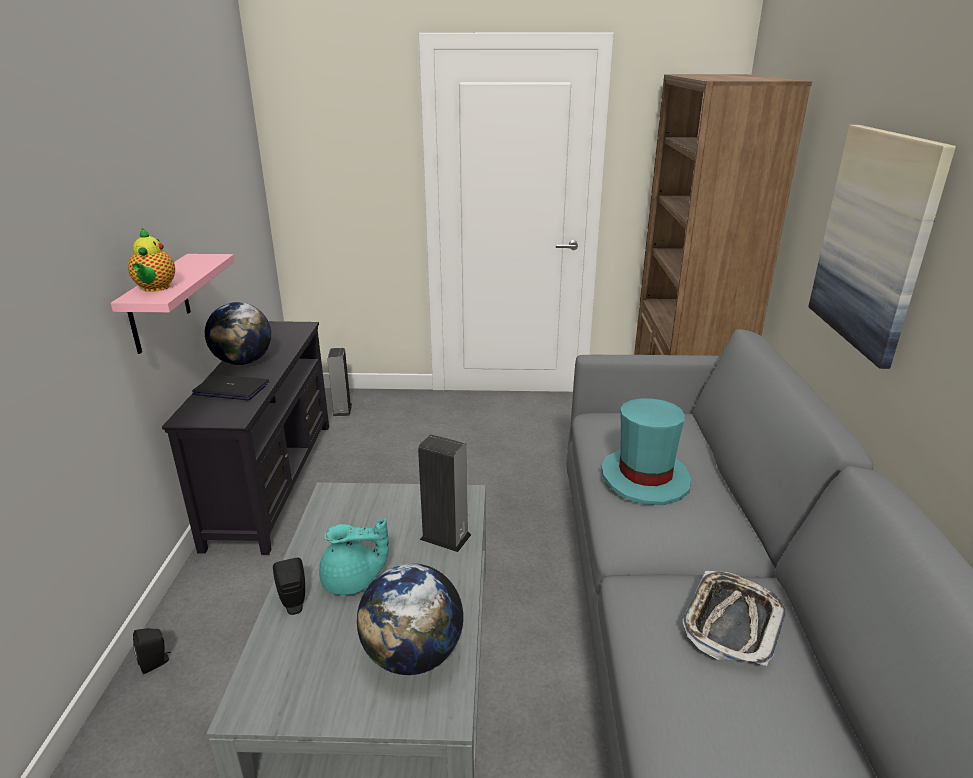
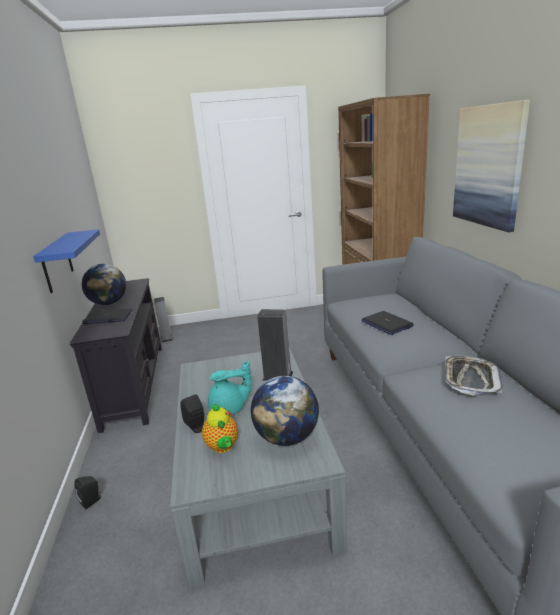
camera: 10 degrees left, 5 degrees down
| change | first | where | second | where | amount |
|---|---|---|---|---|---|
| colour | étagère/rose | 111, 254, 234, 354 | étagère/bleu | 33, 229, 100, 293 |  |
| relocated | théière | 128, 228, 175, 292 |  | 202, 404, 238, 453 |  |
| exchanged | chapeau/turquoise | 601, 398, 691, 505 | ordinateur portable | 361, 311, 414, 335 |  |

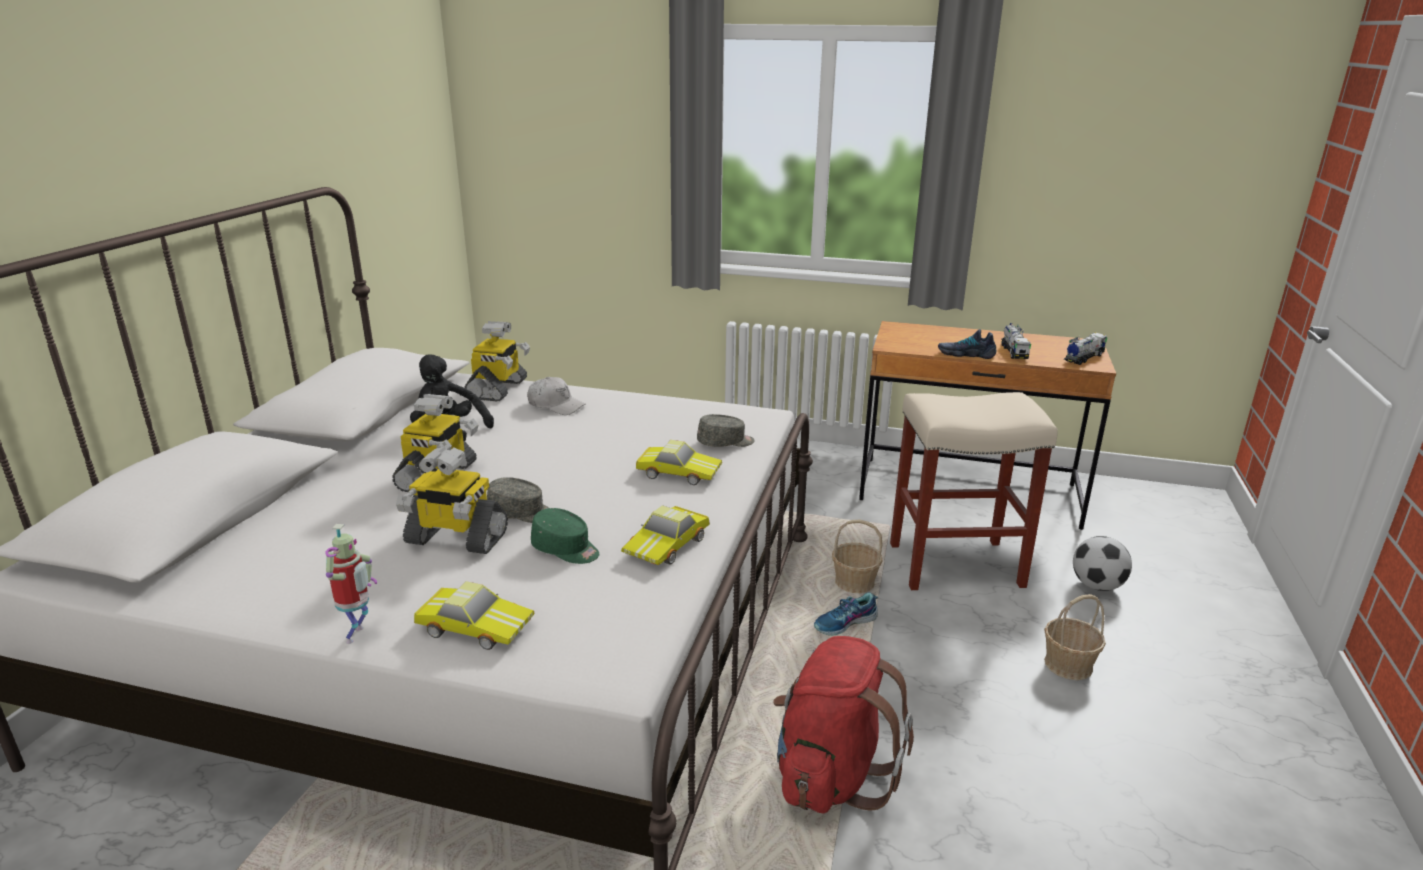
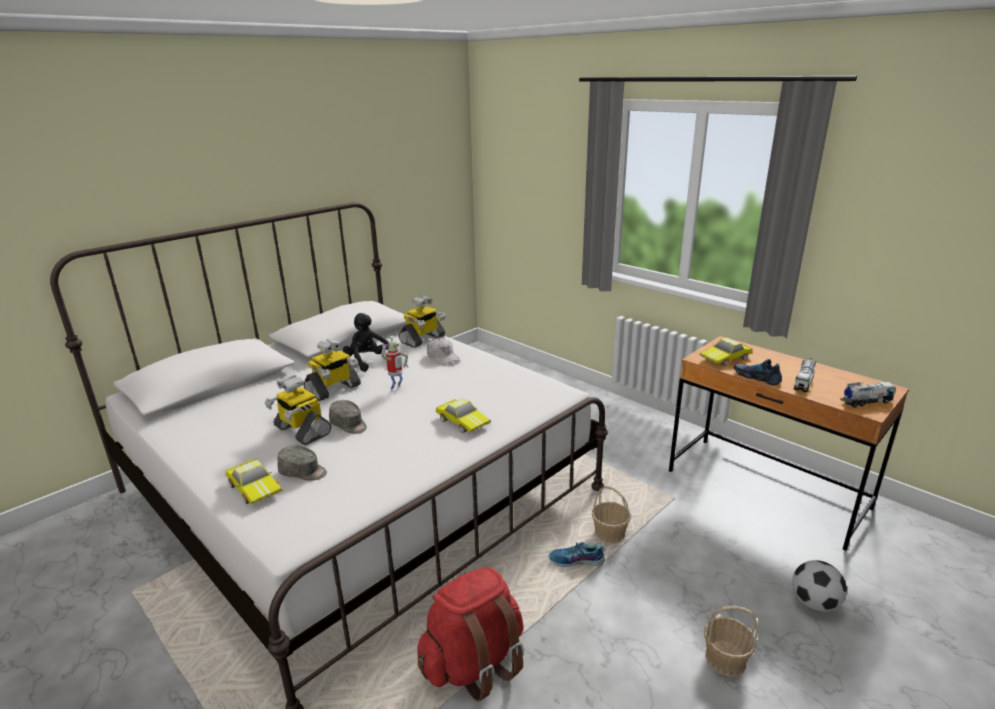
camera: 30 degrees right, 0 degrees up
| change | first | where | second | where | amount |
|---|---|---|---|---|---|
| relocated | robot jouet | 325, 524, 377, 644 |  | 381, 336, 408, 392 |  |
| missing | casquette/vert | 531, 508, 599, 564 |  |  |  |
| relocated | petite voiture | 621, 505, 710, 565 |  | 700, 338, 753, 366 |  |
| relocated | casquette/gris | 697, 414, 755, 447 |  | 278, 446, 327, 481 |  |
| missing | tabouret/beige | 890, 392, 1058, 590 |  |  |  |

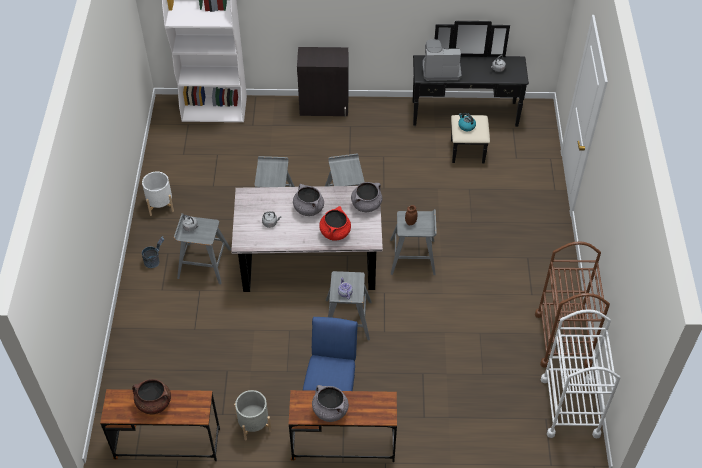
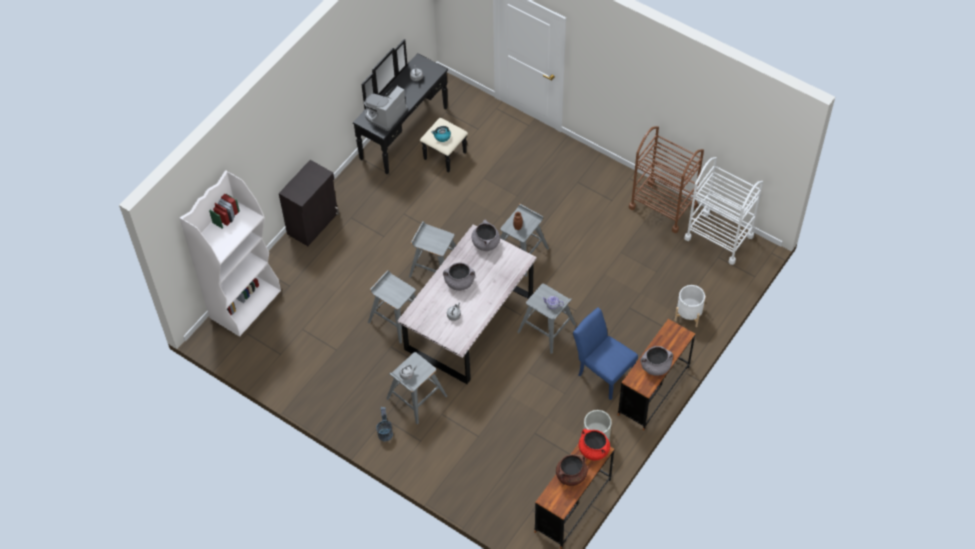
camera: 55 degrees left, 5 degrees up
| change | first | where | second | where | amount |
|---|---|---|---|---|---|
| relocated | cache-pot/blanc | 142, 171, 174, 216 |  | 674, 285, 706, 327 |  |
| relocated | marmite/rouge | 319, 206, 351, 241 |  | 579, 429, 610, 461 |  |

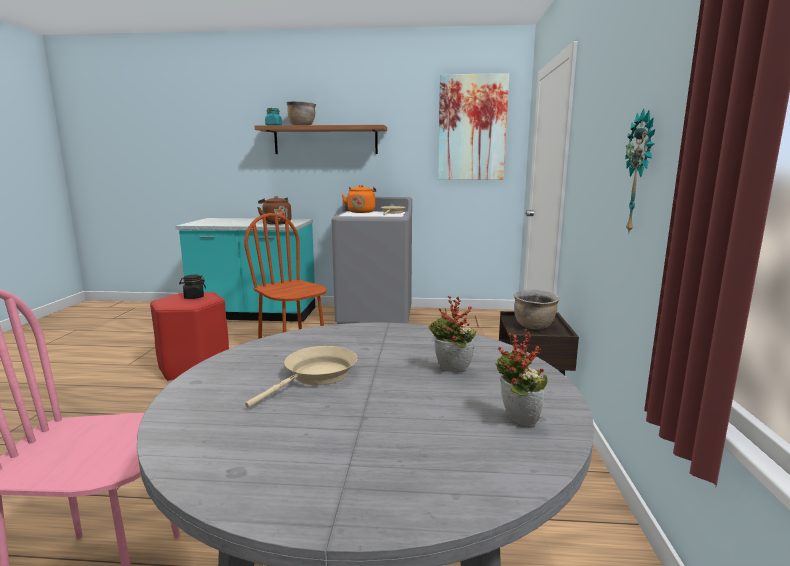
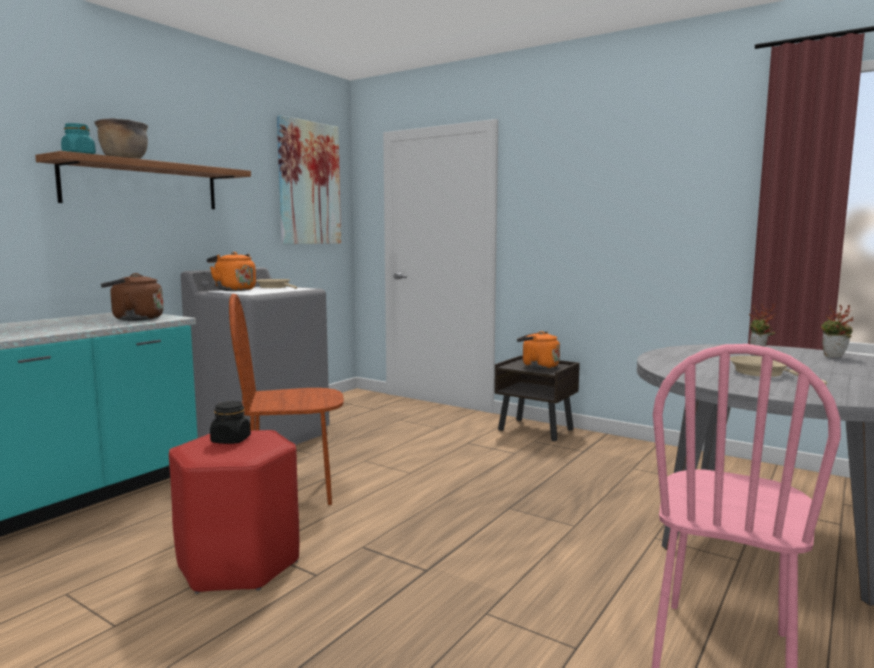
camera: 60 degrees left, 5 degrees down
| change | first | where | second | where | amount |
|---|---|---|---|---|---|
| exchanged | marmite/marron | 514, 289, 559, 329 | bouilloire/orange | 517, 331, 560, 369 |  |
| missing | horloge murale | 625, 108, 655, 235 |  |  |  |

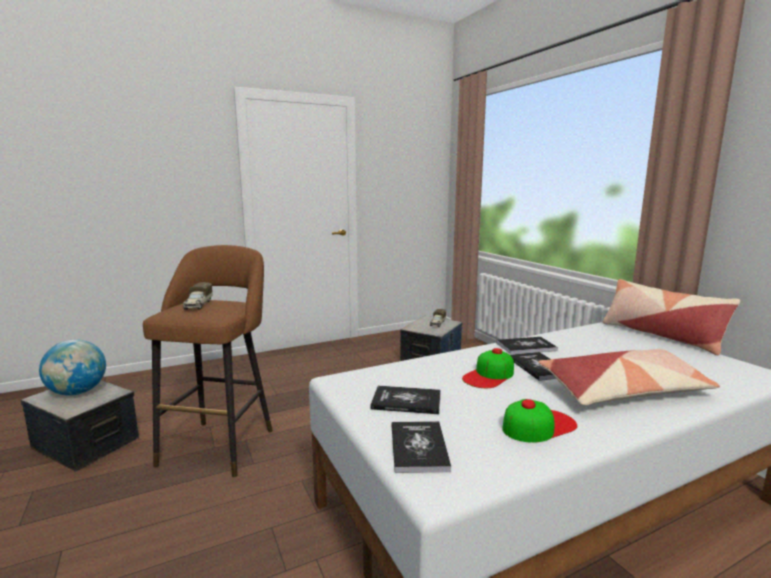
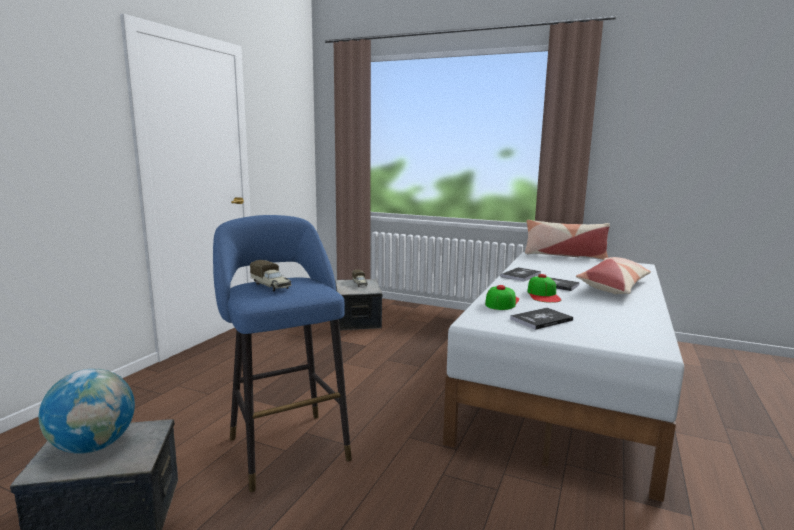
camera: 40 degrees left, 0 degrees up
| change | first | where | second | where | amount |
|---|---|---|---|---|---|
| colour | tabouret/marron | 143, 245, 273, 477 | tabouret/bleu | 213, 215, 352, 492 |  |
| missing | livre | 391, 421, 451, 473 |  |  |  |
| relocated | casquette | 502, 399, 577, 443 |  | 485, 285, 519, 310 |  |

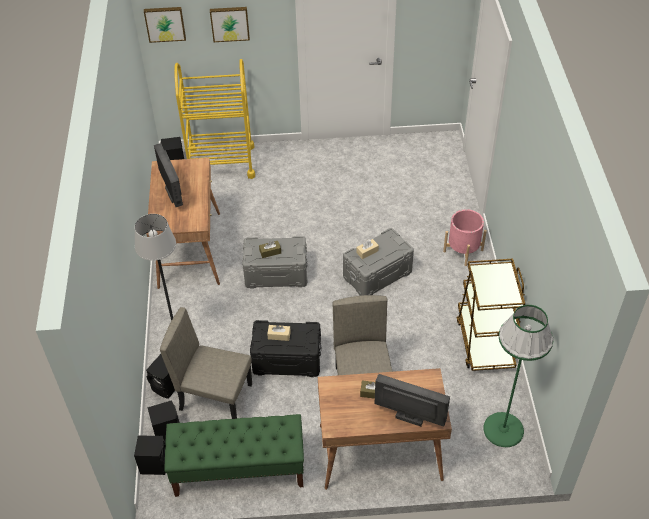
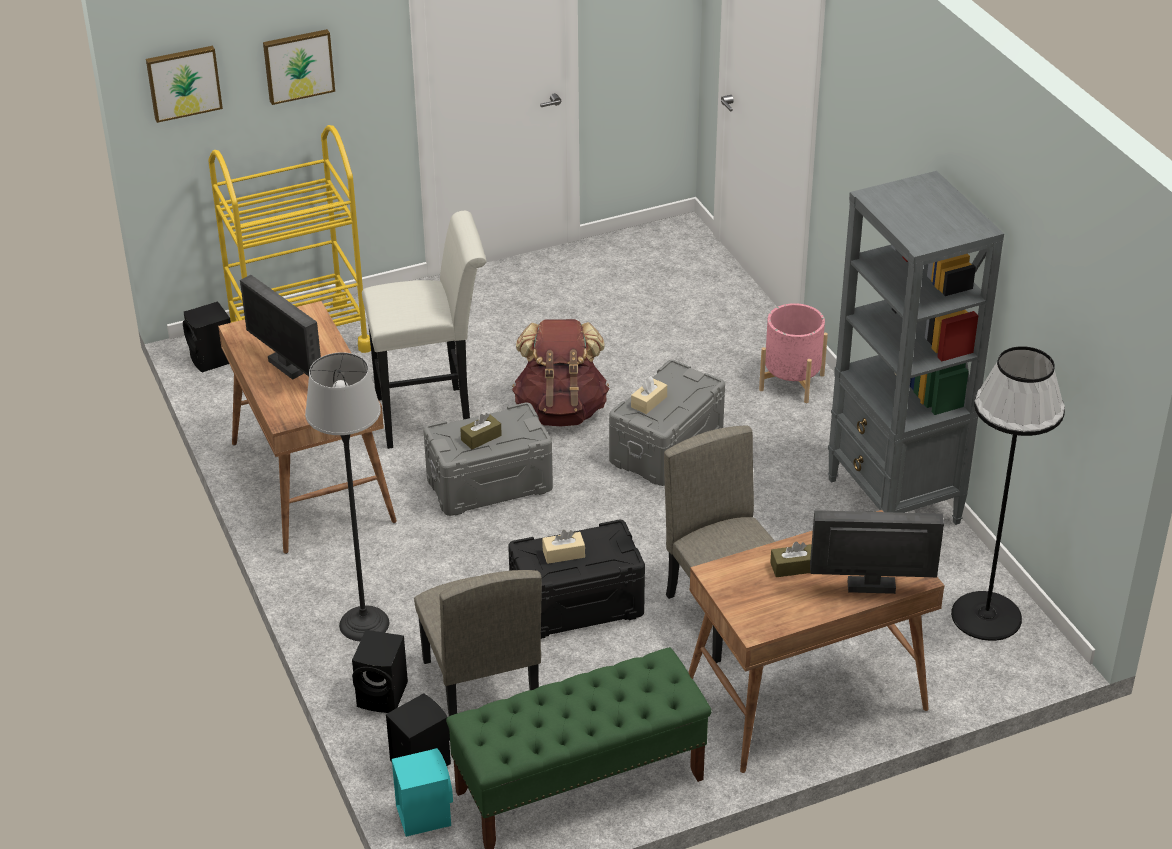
camera: 20 degrees left, 10 degrees down
| change | first | where | second | where | amount |
|---|---|---|---|---|---|
| colour | enceinte/noir | 134, 435, 166, 475 | enceinte/turquoise | 392, 748, 453, 837 |  |
| spun | chaise/beige | 160, 307, 252, 419 |  | 414, 570, 542, 716 | 105 degrees counterclockwise |
| exchanged | chariot/marron | 457, 259, 525, 371 | bibliothèque/gris | 828, 171, 1004, 525 |  |
| colour | lampadaire/vert | 483, 305, 553, 447 | lampadaire/noir | 951, 346, 1065, 641 |  |
| appeared |  |  | tabouret/blanc | 362, 211, 486, 449 |  |
| appeared |  |  | sac à dos/marron | 512, 319, 609, 426 |  |

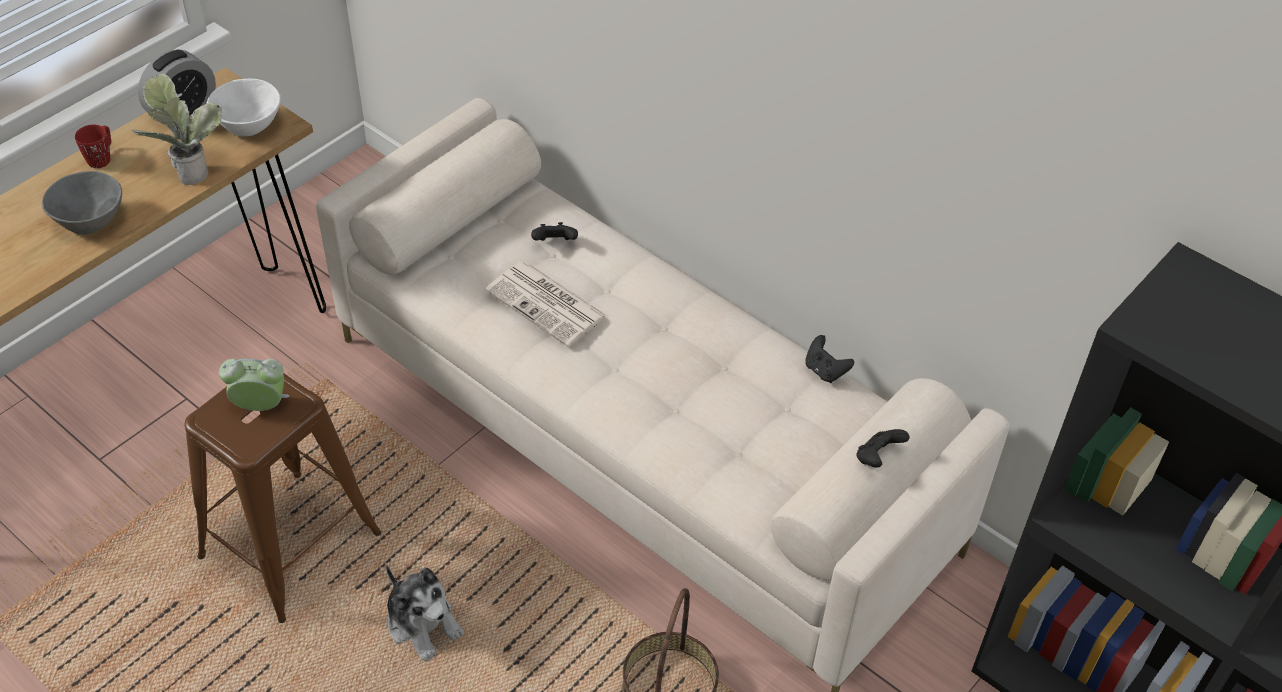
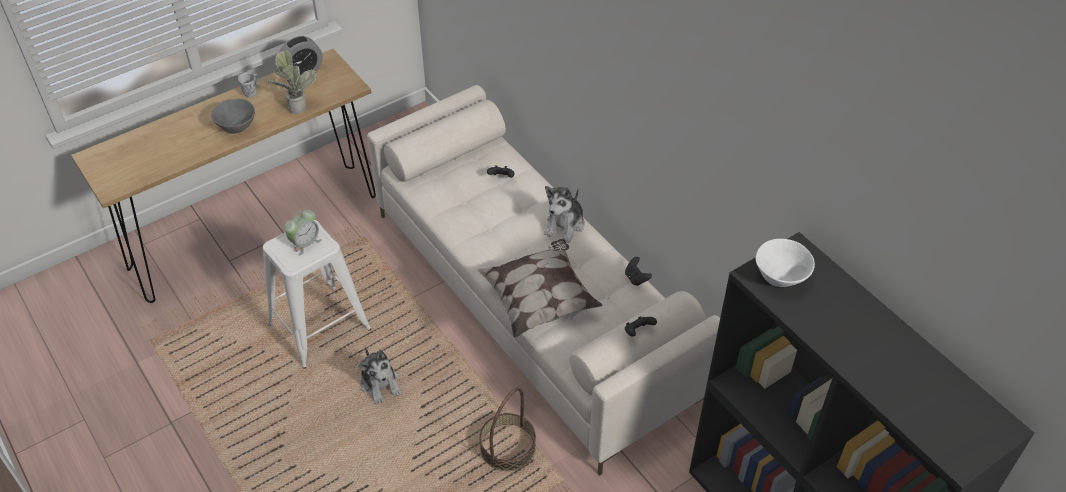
camera: 15 degrees right, 0 degrees up
| change | first | where | second | where | amount |
|---|---|---|---|---|---|
| colour | mug/rouge | 75, 125, 111, 168 | mug/blanc | 238, 73, 259, 97 |  |
| colour | tabouret/marron | 185, 373, 381, 623 | tabouret/blanc | 263, 220, 371, 369 |  |
| relocated | bol/blanc | 206, 79, 281, 136 |  | 755, 239, 815, 287 |  |
| spun | réveil | 219, 359, 289, 411 |  | 284, 210, 322, 256 | 120 degrees clockwise |
| missing | journal | 485, 261, 608, 347 |  |  |  |
| appeared |  |  | coussin | 477, 239, 603, 338 |  |
| appeared |  |  | peluche | 544, 186, 585, 243 |  |

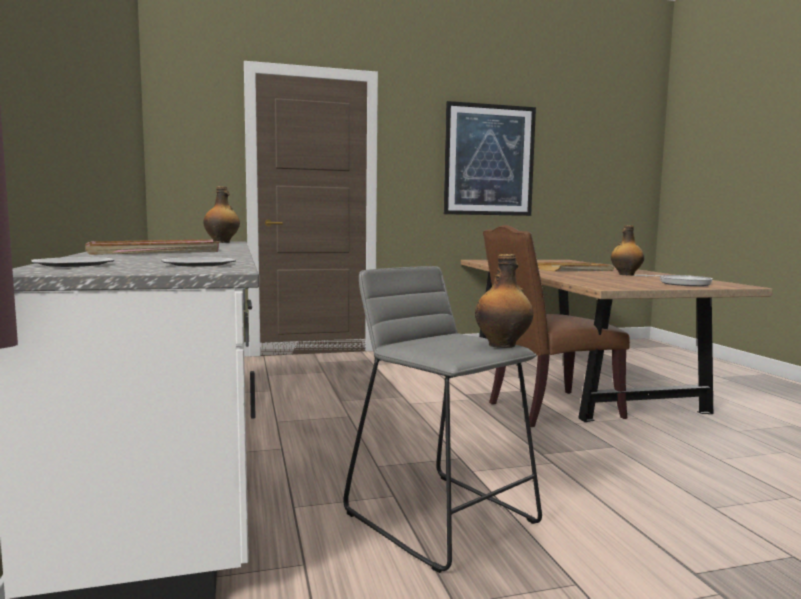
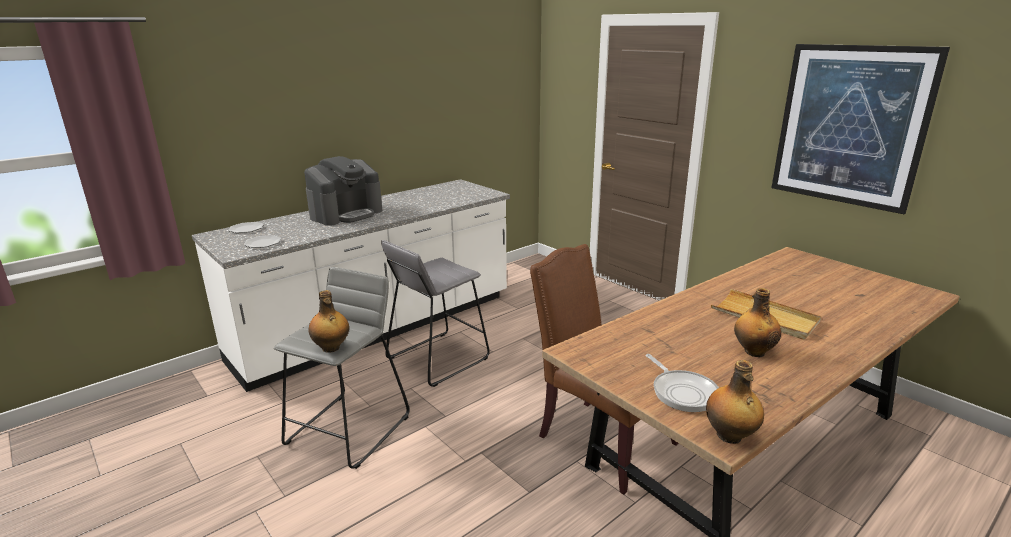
camera: 65 degrees right, 15 degrees up
| change | first | where | second | where | amount |
|---|---|---|---|---|---|
| exchanged | plateau/rose | 85, 239, 219, 255 | machine à café | 304, 156, 382, 226 |  |
| relocated | bouteille | 203, 186, 240, 243 |  | 706, 360, 764, 444 |  |
| appeared |  |  | tabouret/gris | 381, 240, 490, 387 |  |

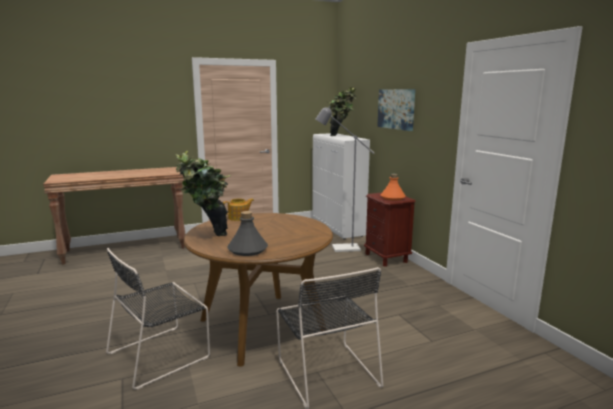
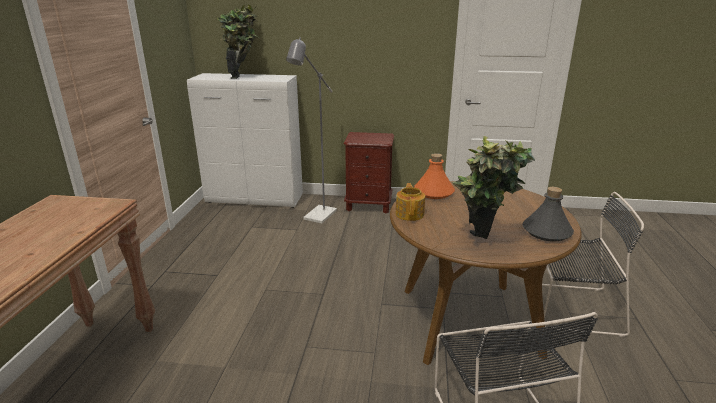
camera: 60 degrees left, 10 degrees up
| change | first | where | second | where | amount |
|---|---|---|---|---|---|
| missing | tableau | 377, 89, 415, 131 |  |  |  |
| relocated | bouteille/orange | 381, 174, 405, 201 |  | 414, 153, 455, 199 |  |

